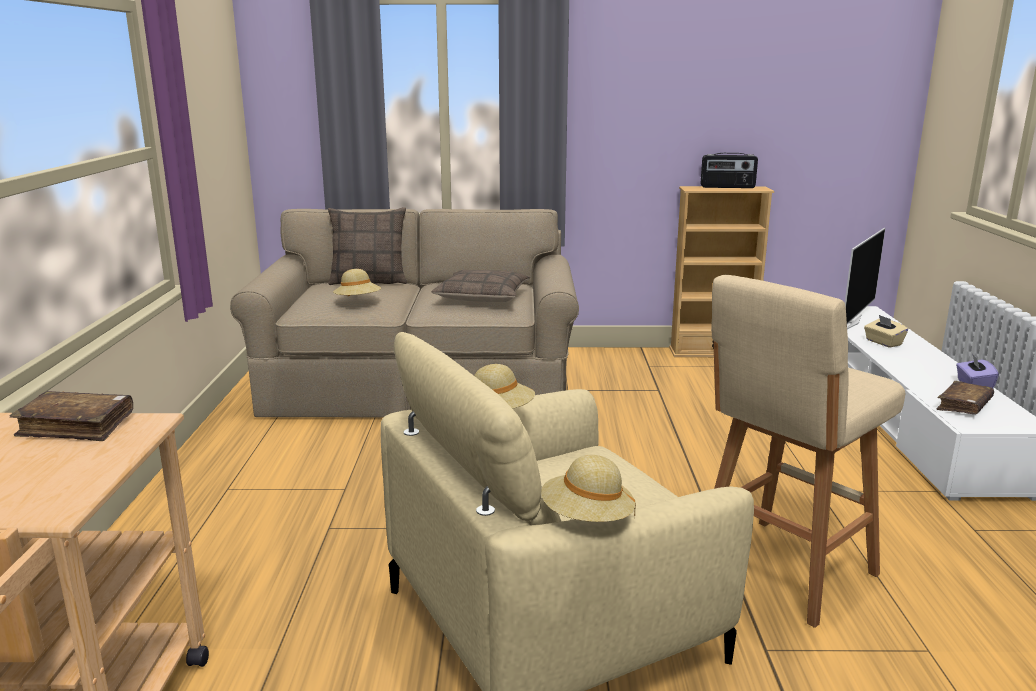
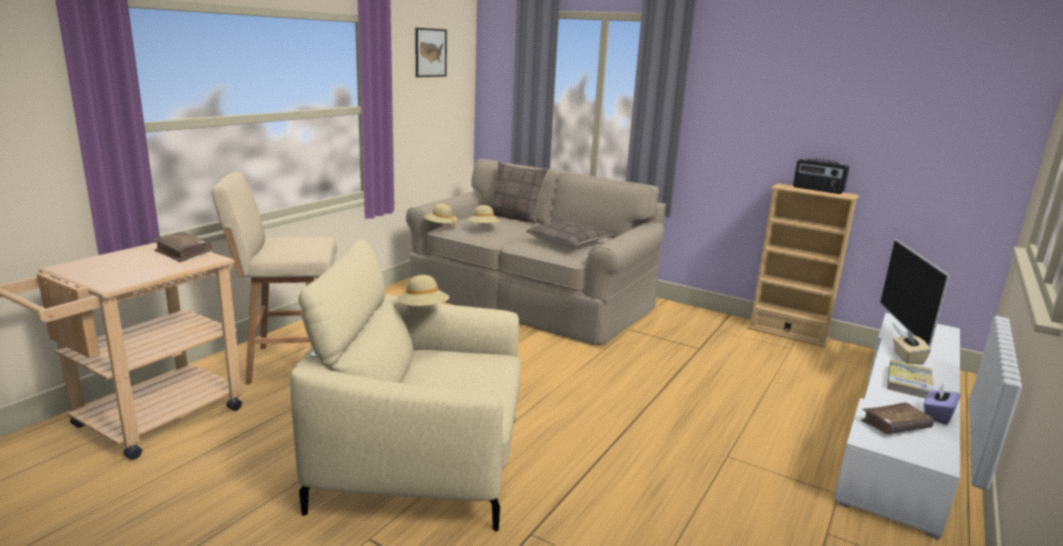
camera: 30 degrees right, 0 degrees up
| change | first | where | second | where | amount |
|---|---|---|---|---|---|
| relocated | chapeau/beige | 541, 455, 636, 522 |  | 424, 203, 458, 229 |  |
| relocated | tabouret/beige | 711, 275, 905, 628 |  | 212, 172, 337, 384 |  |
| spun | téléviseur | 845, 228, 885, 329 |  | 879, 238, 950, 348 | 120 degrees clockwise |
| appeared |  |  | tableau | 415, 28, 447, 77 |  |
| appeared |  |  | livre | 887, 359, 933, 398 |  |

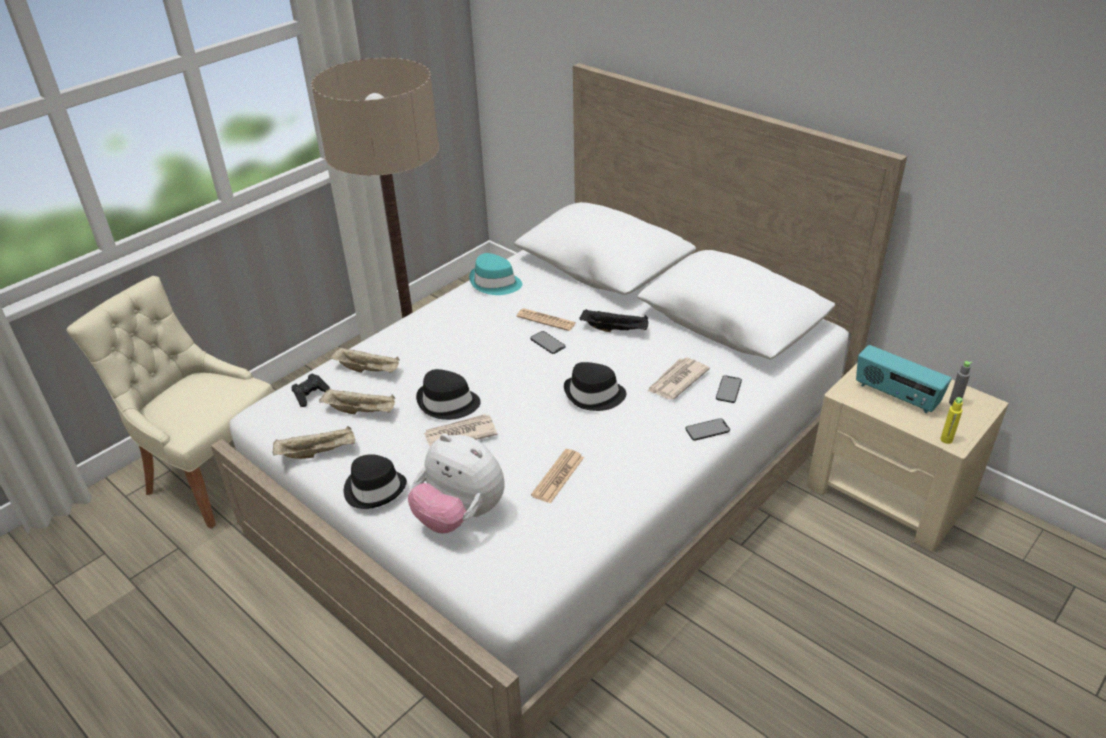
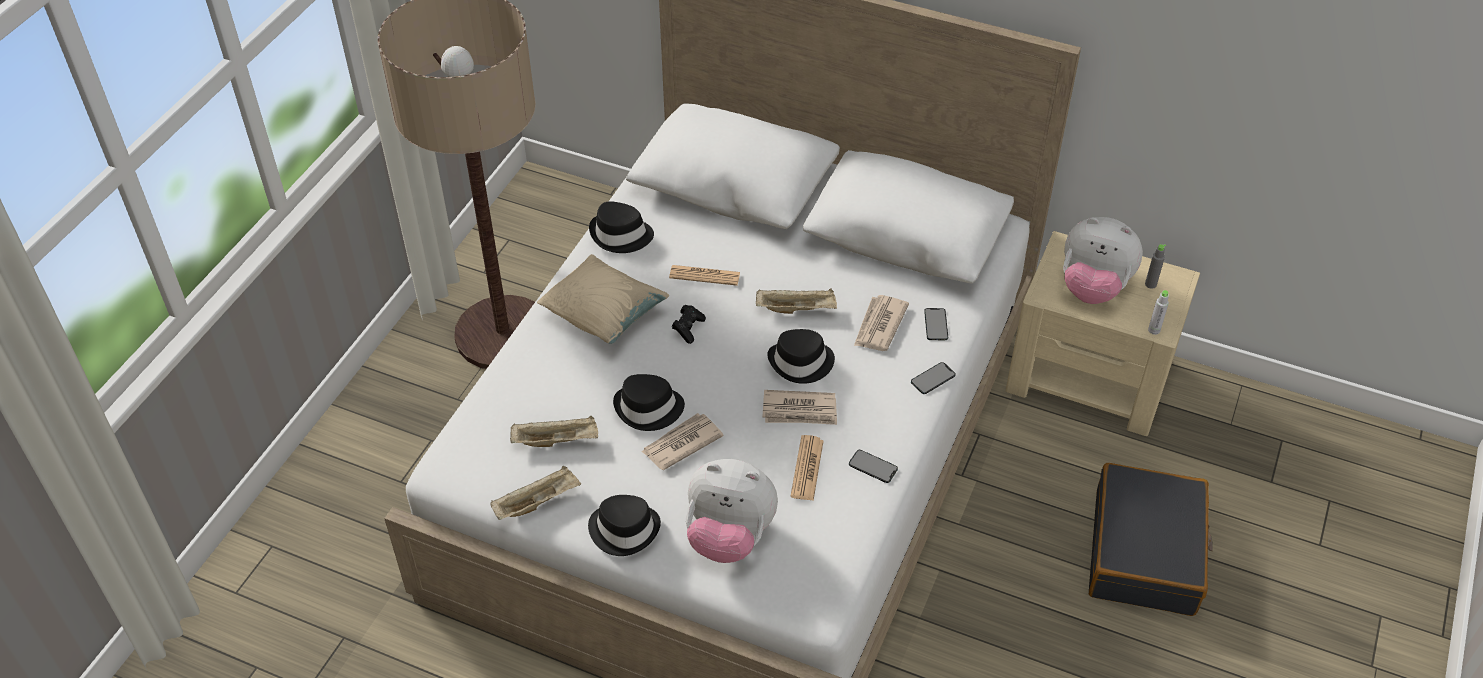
camera: 20 degrees left, 10 degrees up
| change | first | where | second | where | amount |
|---|---|---|---|---|---|
| missing | chaise/beige | 67, 276, 274, 529 |  |  |  |
| relocated | manette/noir | 292, 373, 330, 407 |  | 672, 305, 706, 344 |  |
| relocated | plateau/beige | 330, 347, 400, 373 |  | 756, 288, 837, 314 |  |
| colour | chapeau/turquoise | 469, 253, 522, 295 | chapeau/noir | 589, 201, 654, 253 |  |
| relocated | téléphone | 530, 331, 565, 354 |  | 849, 450, 898, 483 |  |
| missing | plateau/noir | 579, 309, 648, 332 |  |  |  |
| exchanged | radio | 856, 345, 952, 414 | peluche | 1063, 217, 1143, 304 |  |
| colour | bouteille/jaune | 940, 397, 963, 444 | bouteille/gris | 1148, 290, 1169, 335 |  |
| appeared |  |  | coussin/beige | 537, 254, 669, 344 |  |
| appeared |  |  | journal | 762, 390, 837, 425 |  |
| appeared |  |  | valise/noir | 1089, 463, 1213, 616 |  |

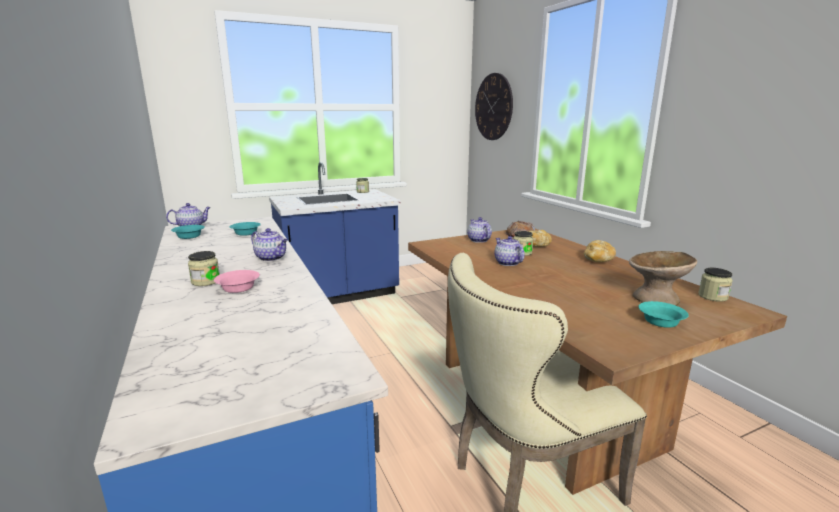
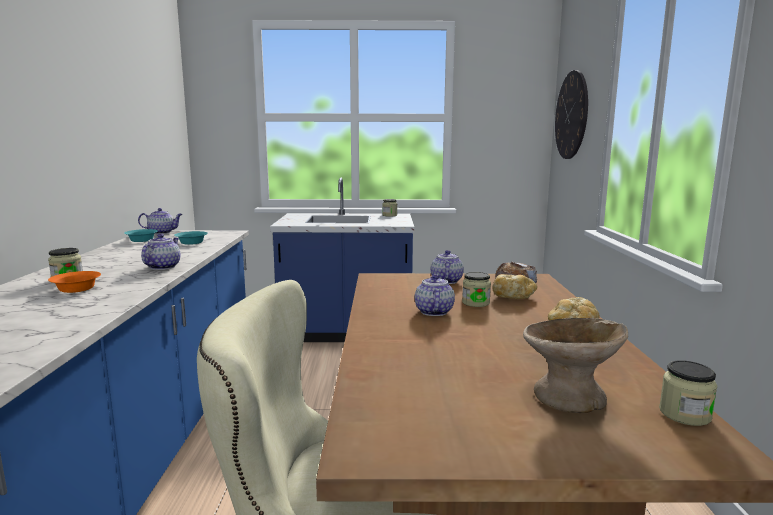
camera: 25 degrees right, 5 degrees down
| change | first | where | second | where | amount |
|---|---|---|---|---|---|
| colour | bol/rose | 214, 270, 260, 293 | bol/orange | 48, 271, 101, 293 |  |
| spun | théière | 251, 228, 288, 261 |  | 141, 234, 180, 270 | 135 degrees counterclockwise |
| missing | bol/turquoise | 638, 301, 689, 328 |  |  |  |

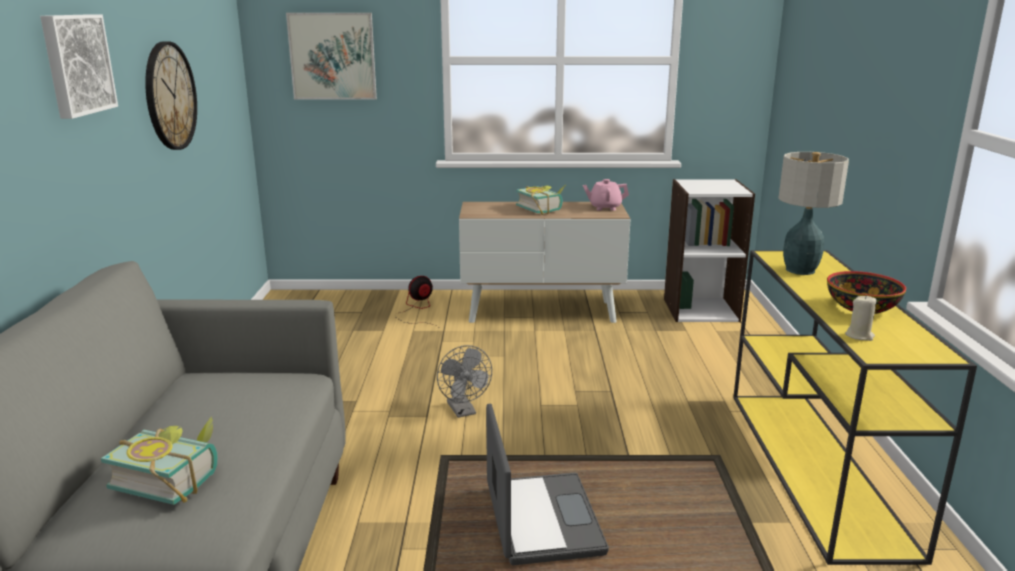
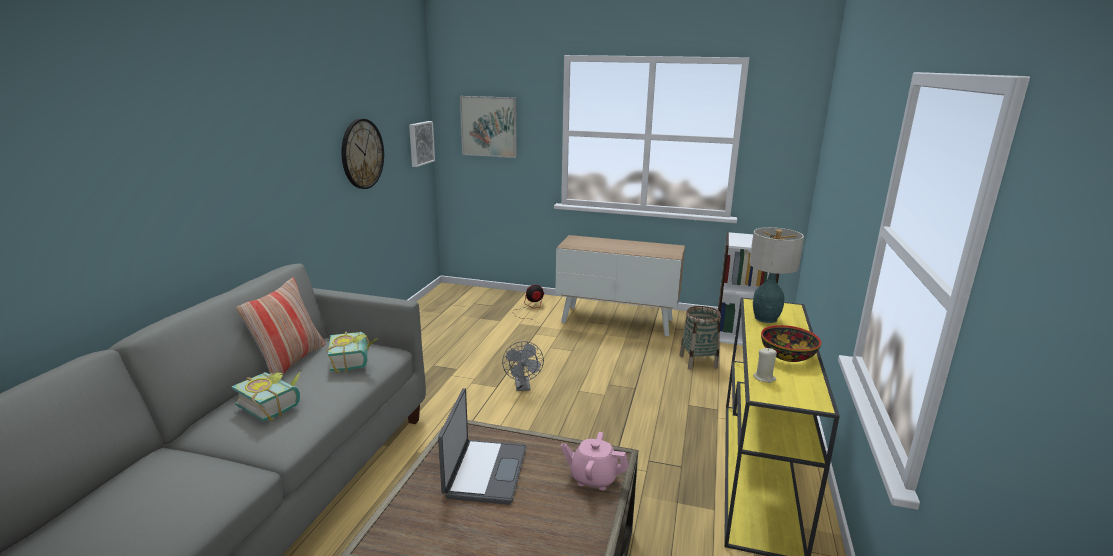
camera: 15 degrees right, 0 degrees up
| change | first | where | second | where | amount |
|---|---|---|---|---|---|
| relocated | tableau | 40, 14, 118, 119 |  | 409, 121, 435, 167 |  |
| relocated | livre | 516, 185, 566, 215 |  | 327, 332, 378, 373 |  |
| relocated | théière/rose | 583, 179, 629, 211 |  | 561, 432, 629, 490 |  |
| appeared |  |  | coussin | 236, 278, 325, 376 |  |
| appeared |  |  | panier | 679, 306, 721, 370 |  |

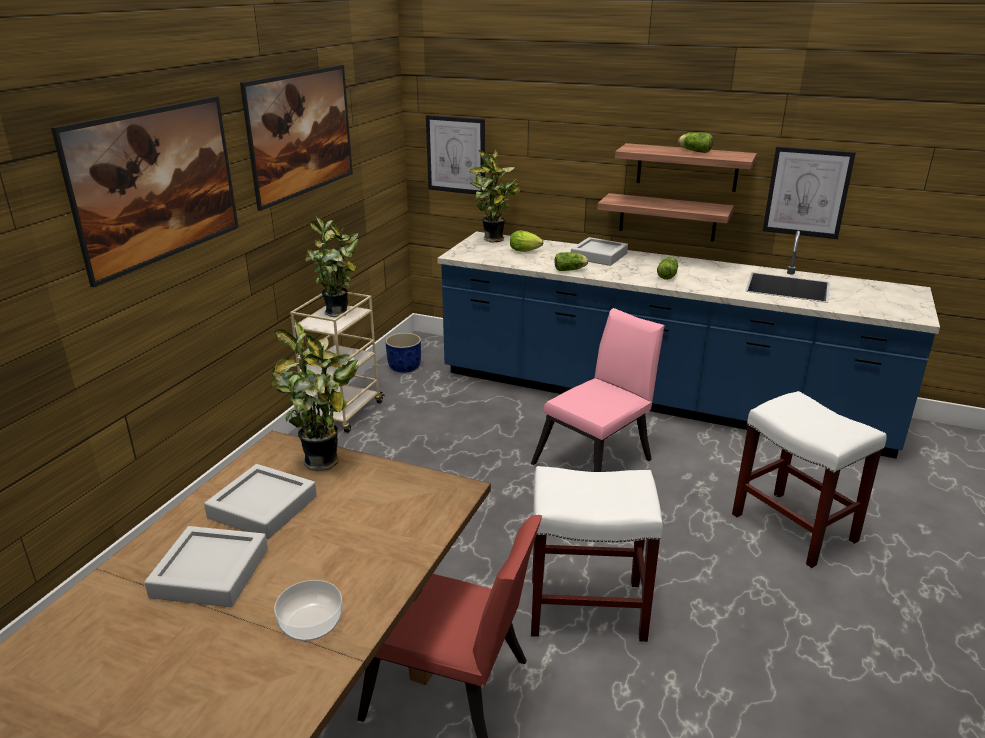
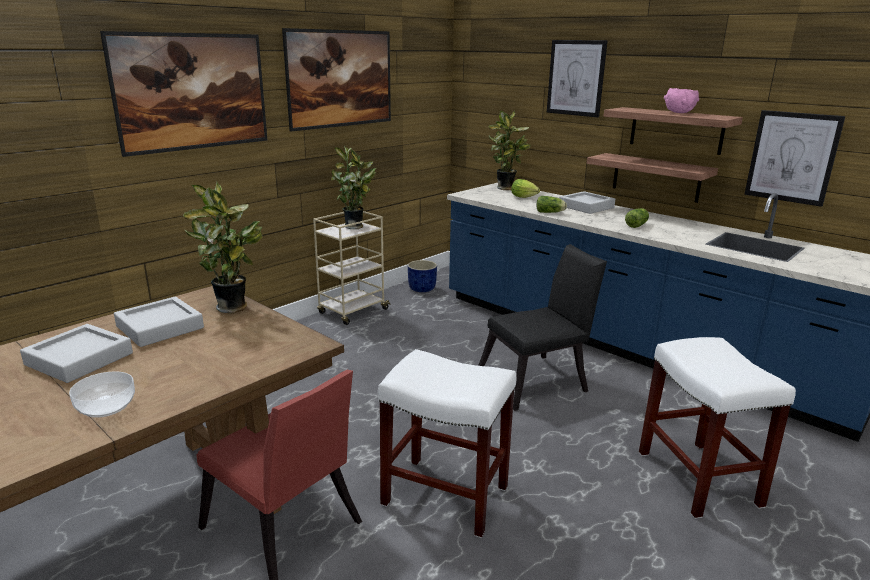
camera: 20 degrees right, 5 degrees down
| change | first | where | second | where | amount |
|---|---|---|---|---|---|
| relocated | tableau | 426, 115, 485, 194 |  | 547, 40, 608, 117 |  |
| colour | chaise/rose | 531, 308, 665, 472 | chaise/noir | 478, 244, 607, 411 |  |
| exchanged | laitue | 678, 132, 713, 153 | bol/rose | 664, 88, 699, 113 |  |

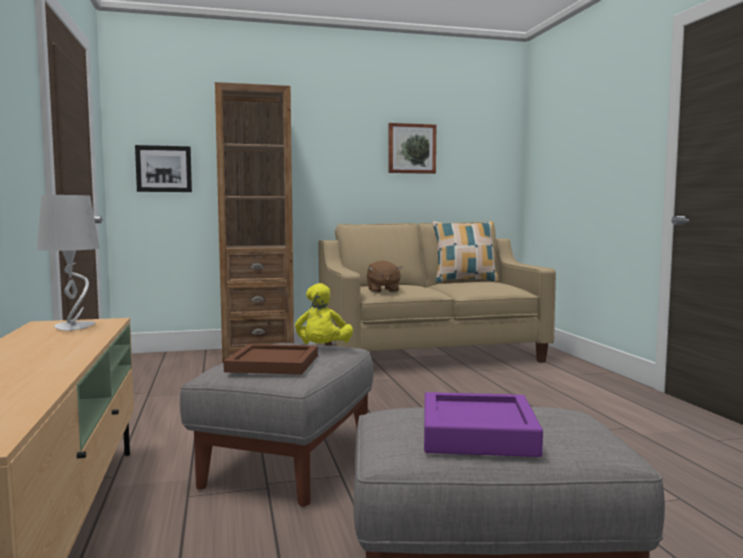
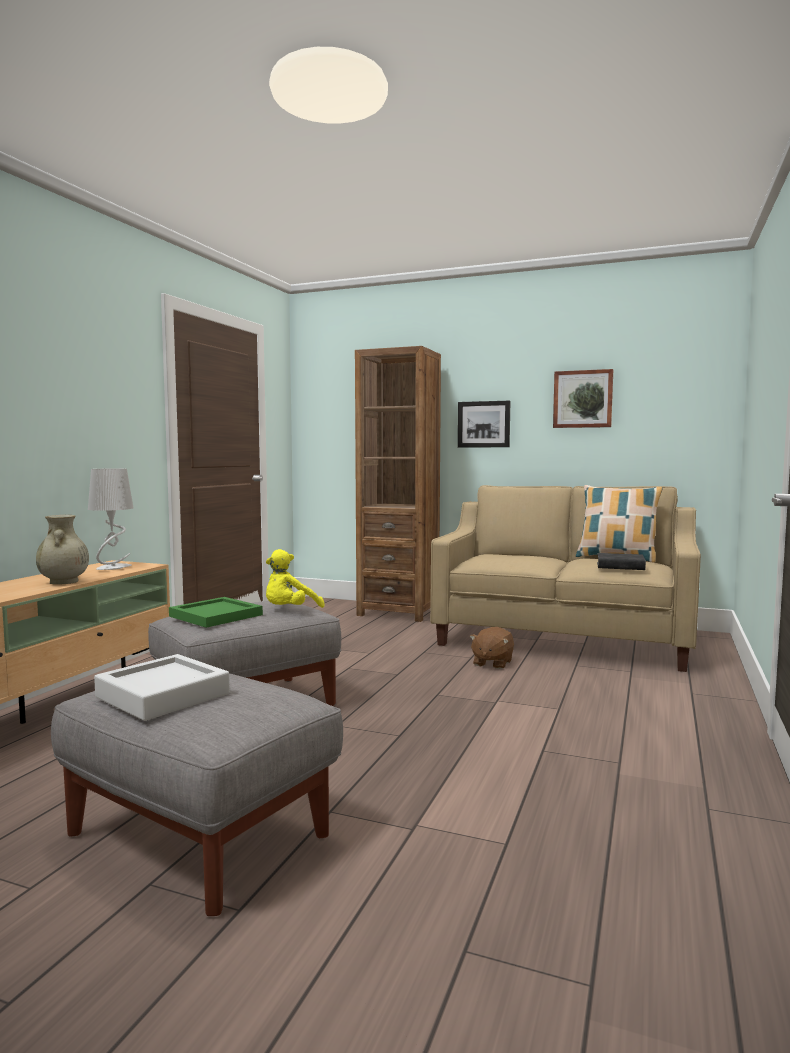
camera: 35 degrees right, 0 degrees up
| change | first | where | second | where | amount |
|---|---|---|---|---|---|
| relocated | tableau | 135, 145, 192, 192 |  | 458, 401, 510, 447 |  |
| colour | plateau/marron | 223, 344, 318, 375 | plateau/vert | 169, 597, 263, 628 |  |
| relocated | peluche/marron | 367, 260, 403, 293 |  | 469, 627, 514, 669 |  |
| colour | plateau/violet | 424, 392, 543, 457 | plateau/gris | 94, 654, 230, 721 |  |
| appeared |  |  | vase/beige | 36, 515, 89, 585 |  |
| appeared |  |  | livre/noir | 597, 553, 646, 570 |  |

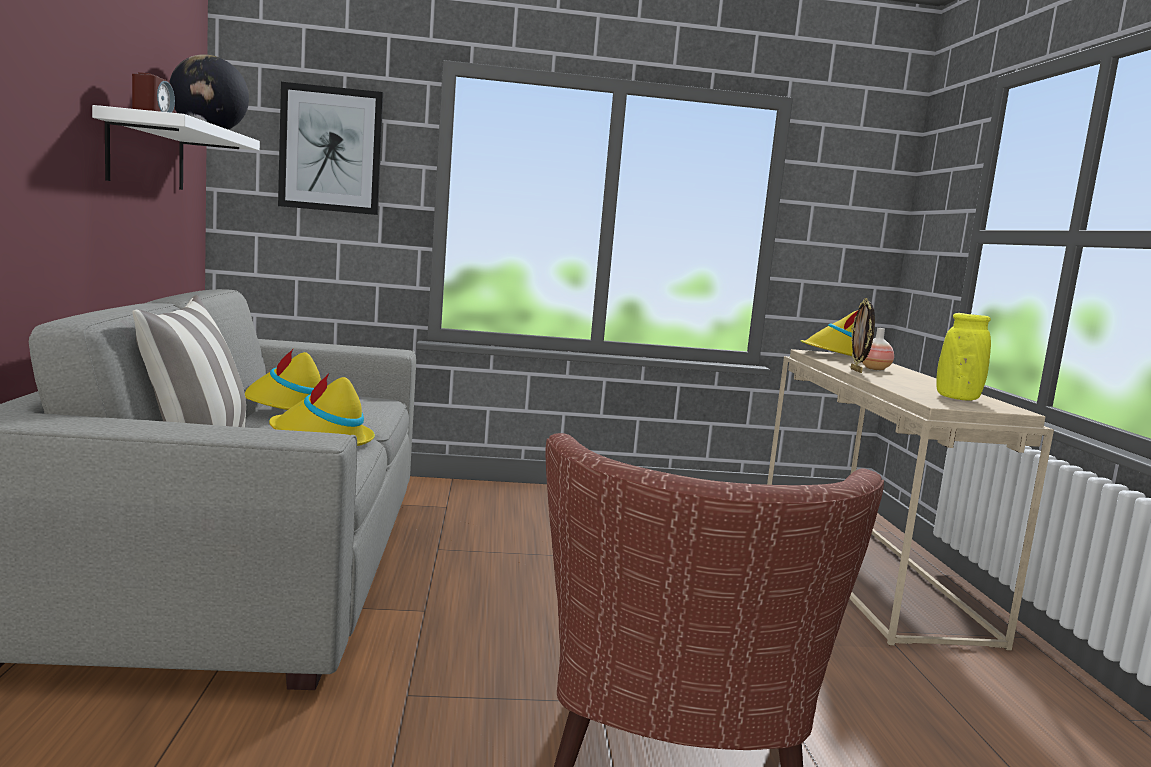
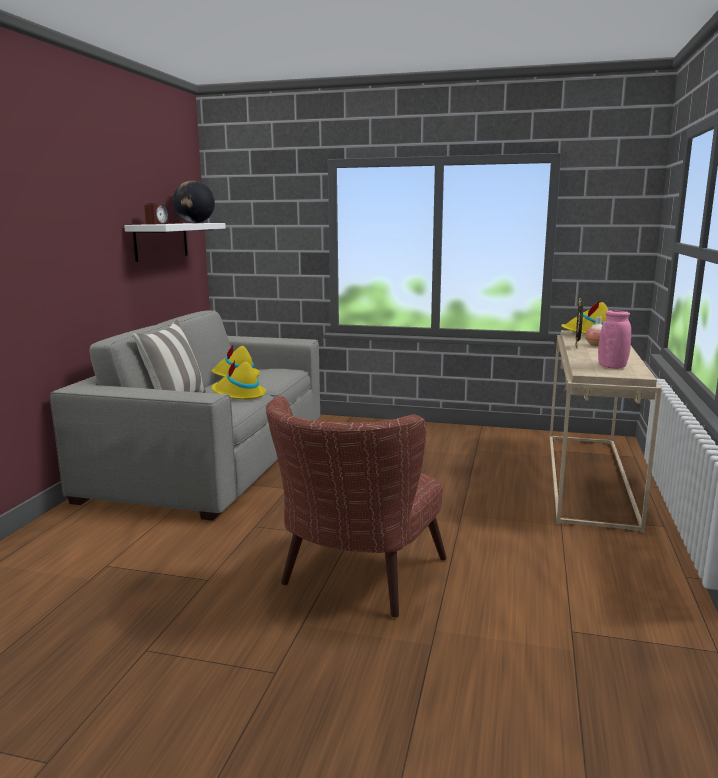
camera: 20 degrees right, 5 degrees up
| change | first | where | second | where | amount |
|---|---|---|---|---|---|
| missing | tableau | 278, 82, 383, 215 |  |  |  |
| colour | vase/jaune | 936, 313, 991, 400 | vase/rose | 598, 310, 631, 369 |  |

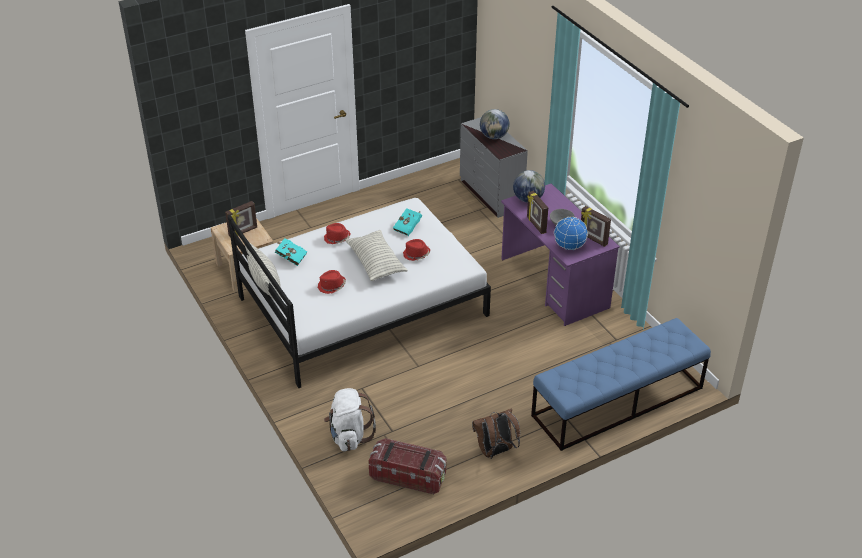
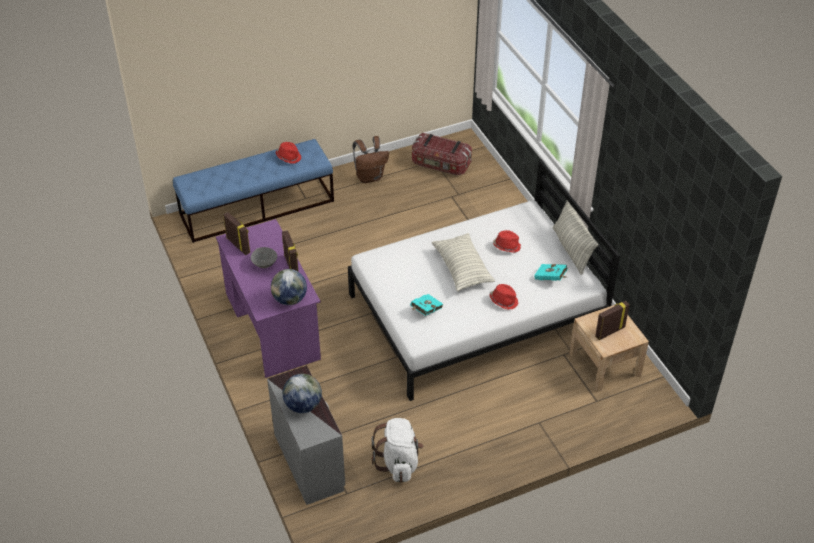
camera: 175 degrees left, 5 degrees up
| change | first | where | second | where | amount |
|---|---|---|---|---|---|
| relocated | sac à dos/blanc | 324, 388, 376, 451 |  | 371, 418, 423, 482 |  |
| relocated | chapeau/rouge | 403, 239, 430, 261 |  | 276, 142, 301, 164 |  |
| missing | globe | 554, 217, 588, 250 |  |  |  |

